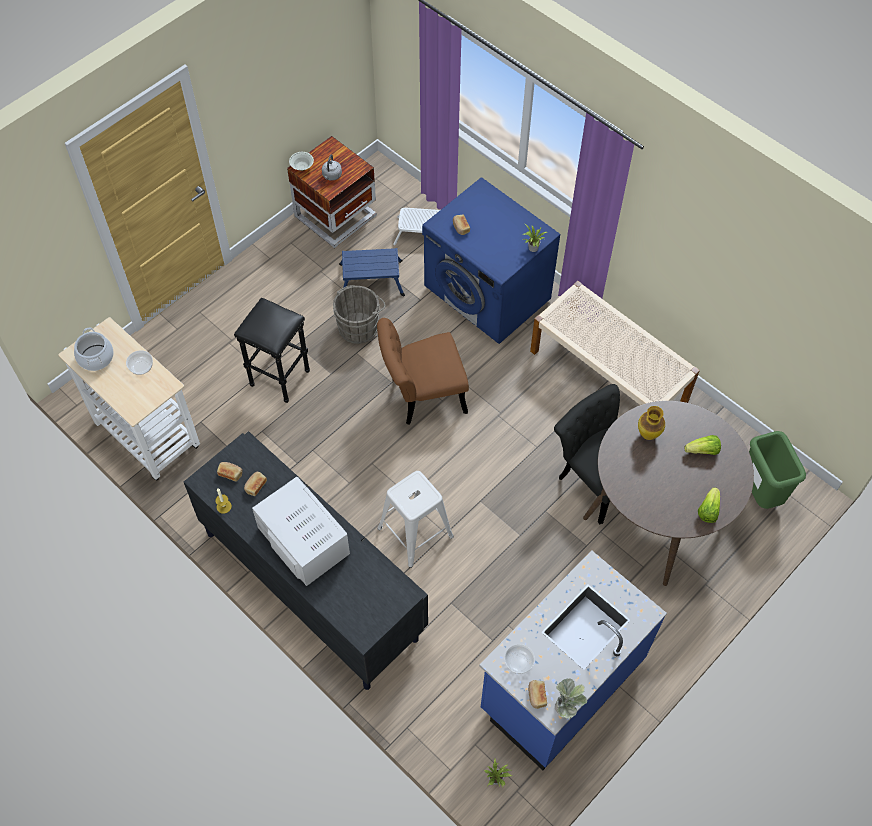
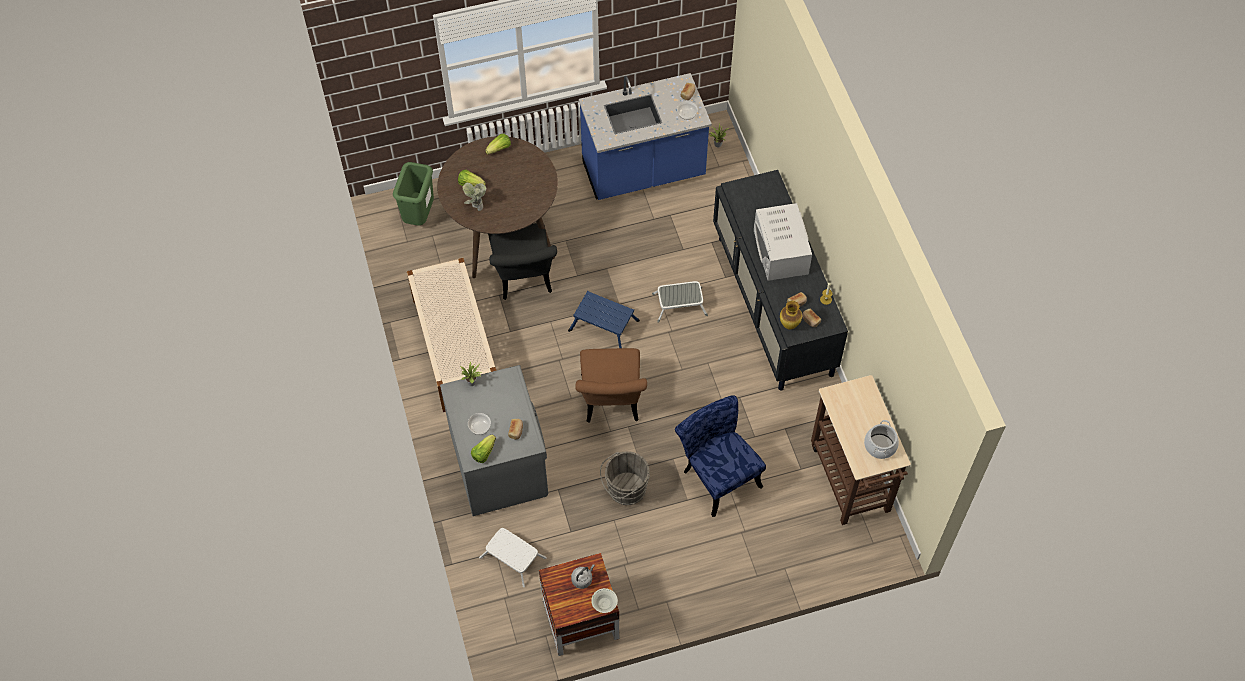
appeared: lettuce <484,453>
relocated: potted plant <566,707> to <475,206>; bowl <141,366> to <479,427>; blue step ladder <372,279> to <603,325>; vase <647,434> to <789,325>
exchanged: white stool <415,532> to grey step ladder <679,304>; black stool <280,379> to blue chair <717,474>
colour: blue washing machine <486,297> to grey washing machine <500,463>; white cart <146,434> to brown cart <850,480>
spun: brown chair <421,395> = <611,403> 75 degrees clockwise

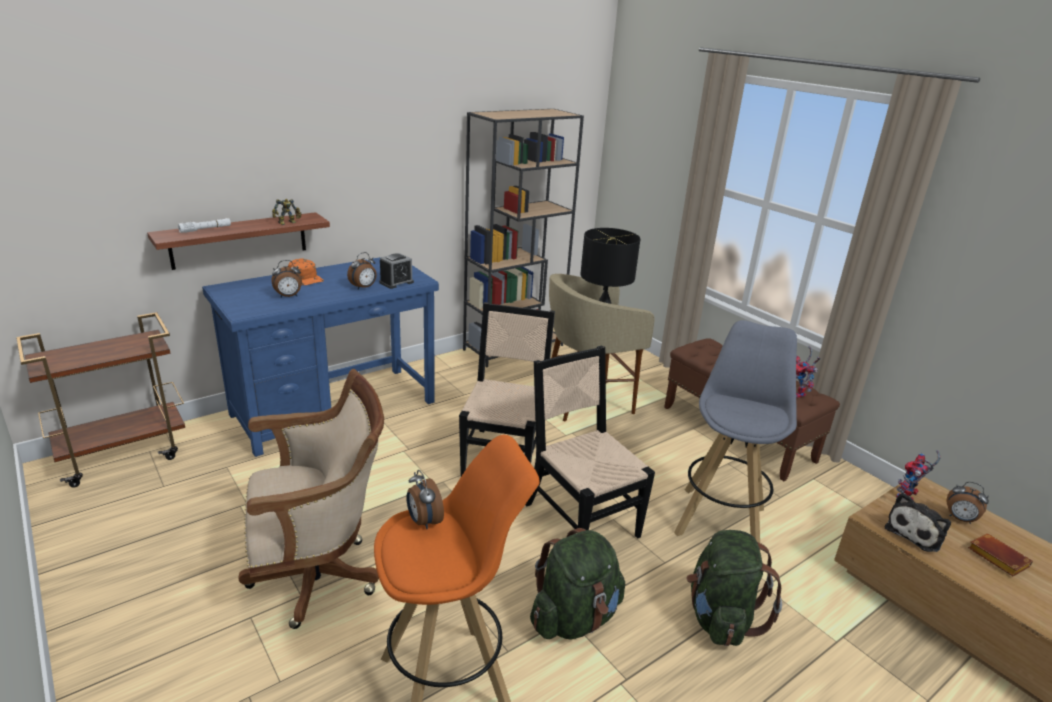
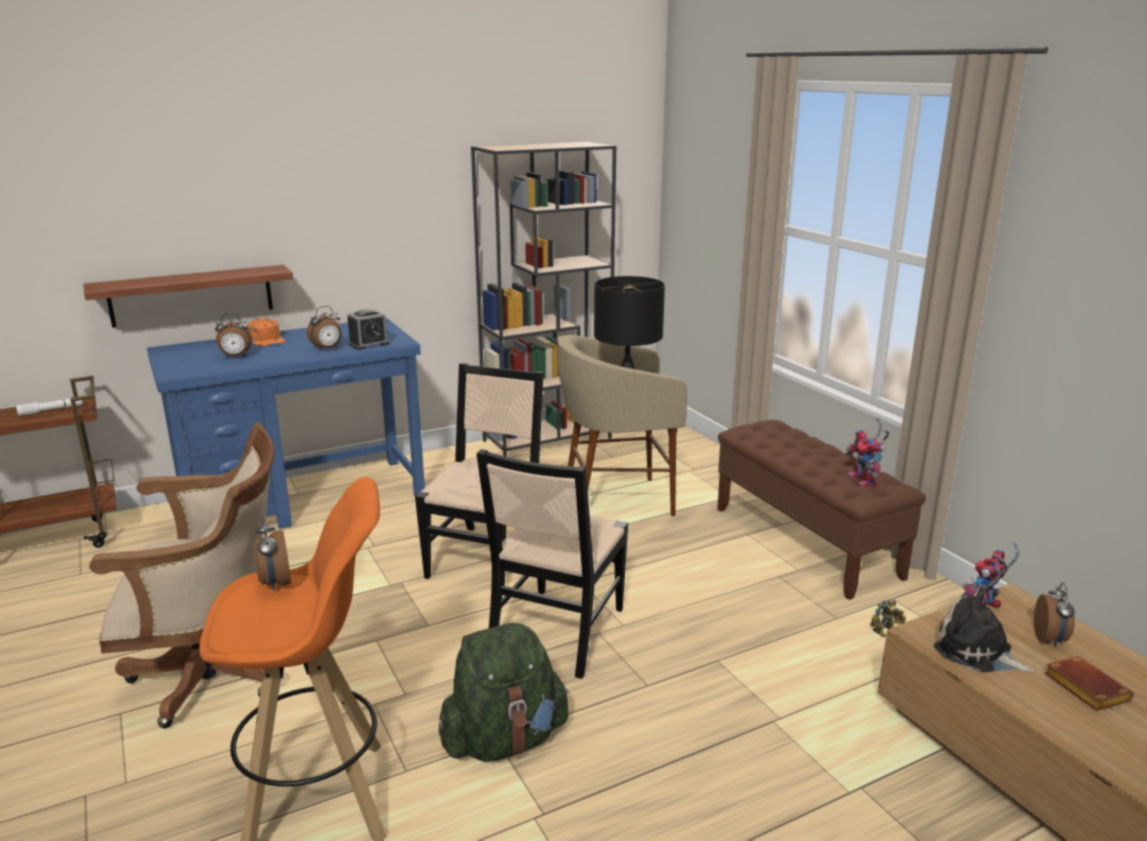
missing: grey stool <721,519>; green backpack <720,618>
relocated: white flashlight <205,229> to <51,410>; toy robot <288,223> to <886,631>
spun: chair <581,520> = <557,631> 135 degrees counterclockwise; plush toy <916,532> = <977,652> 75 degrees clockwise; alarm clock <959,519> = <1050,639> 120 degrees counterclockwise

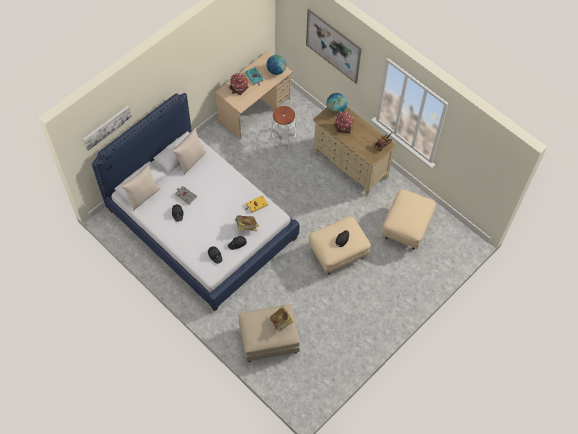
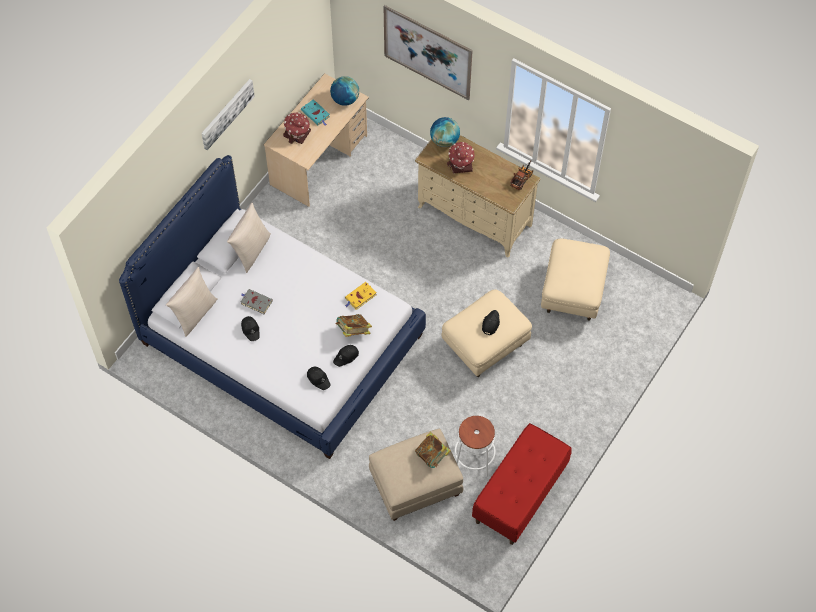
appeared: red bench <520,495>
relocated: picture <107,127> to <226,113>; white stool <283,137> to <474,458>

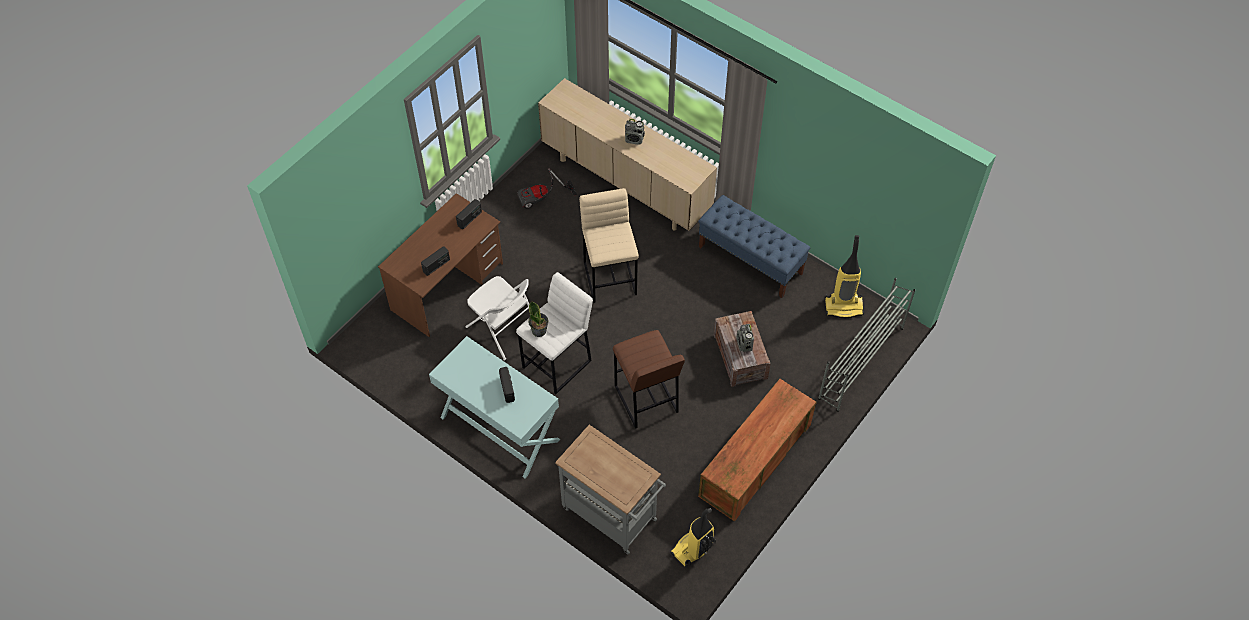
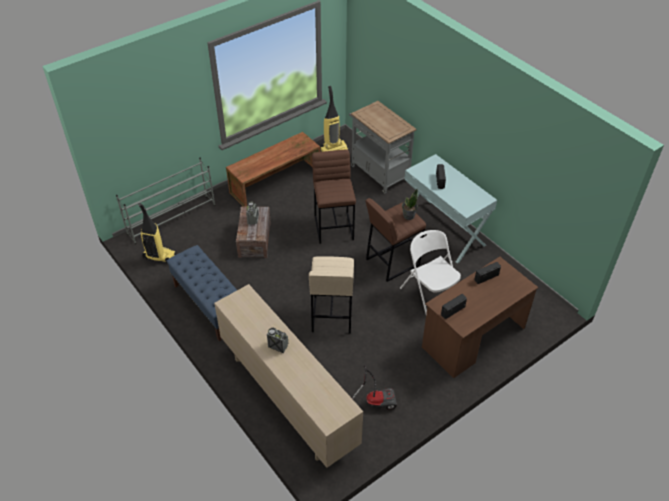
colour: white stool <558,363> to brown stool <391,262>

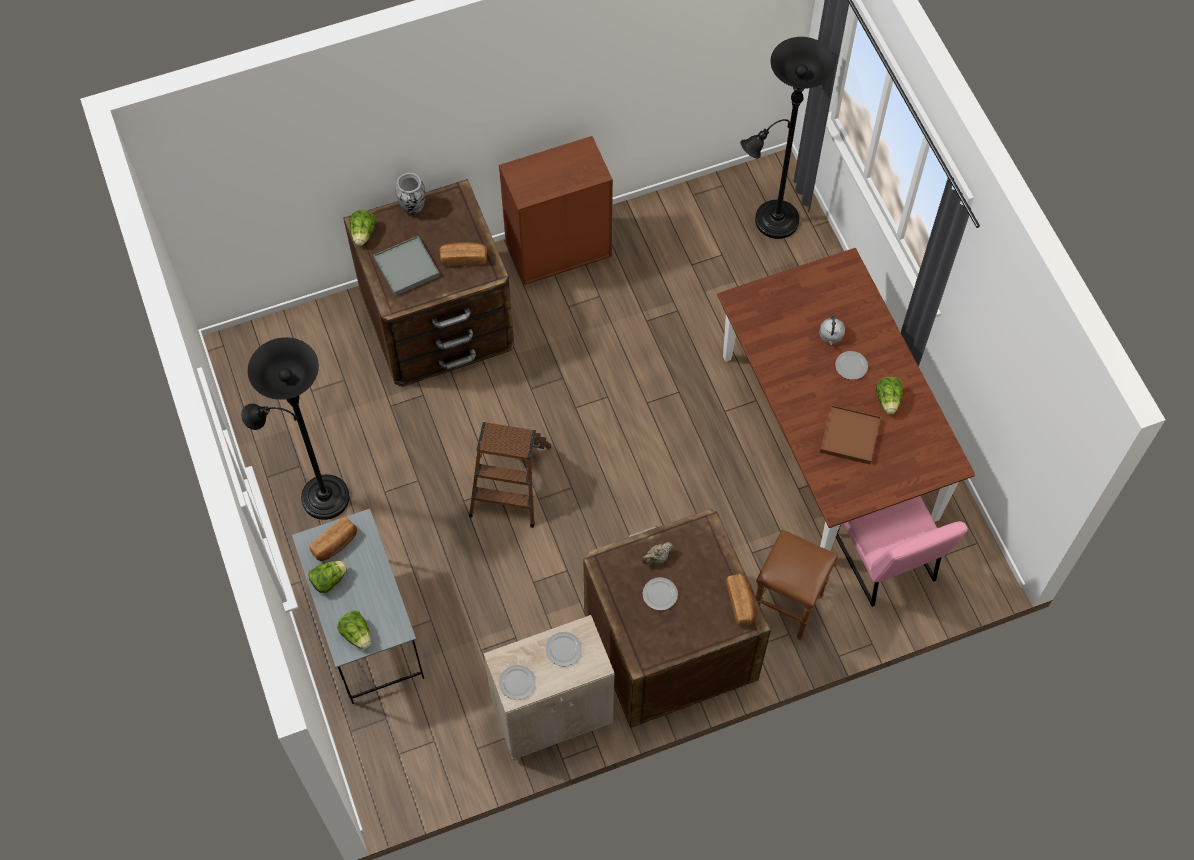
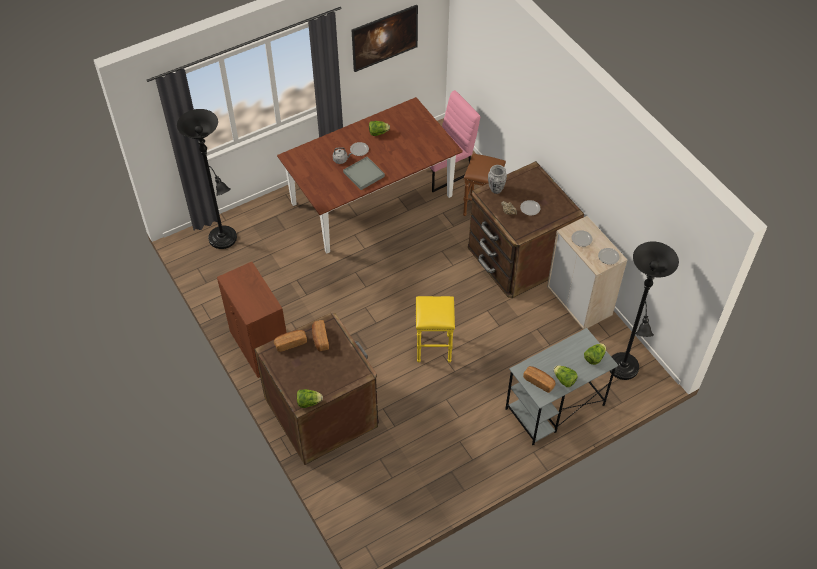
missing: brown tray <849,436>
appeared: picture <385,48>
relocated: bread <741,603> to <290,343>; grey tray <406,267> to <364,174>; vase <413,208> to <496,189>; black floor lamp <319,497> to <623,370>
exchanged: brown step ladder <510,480> to yellow stool <434,348>

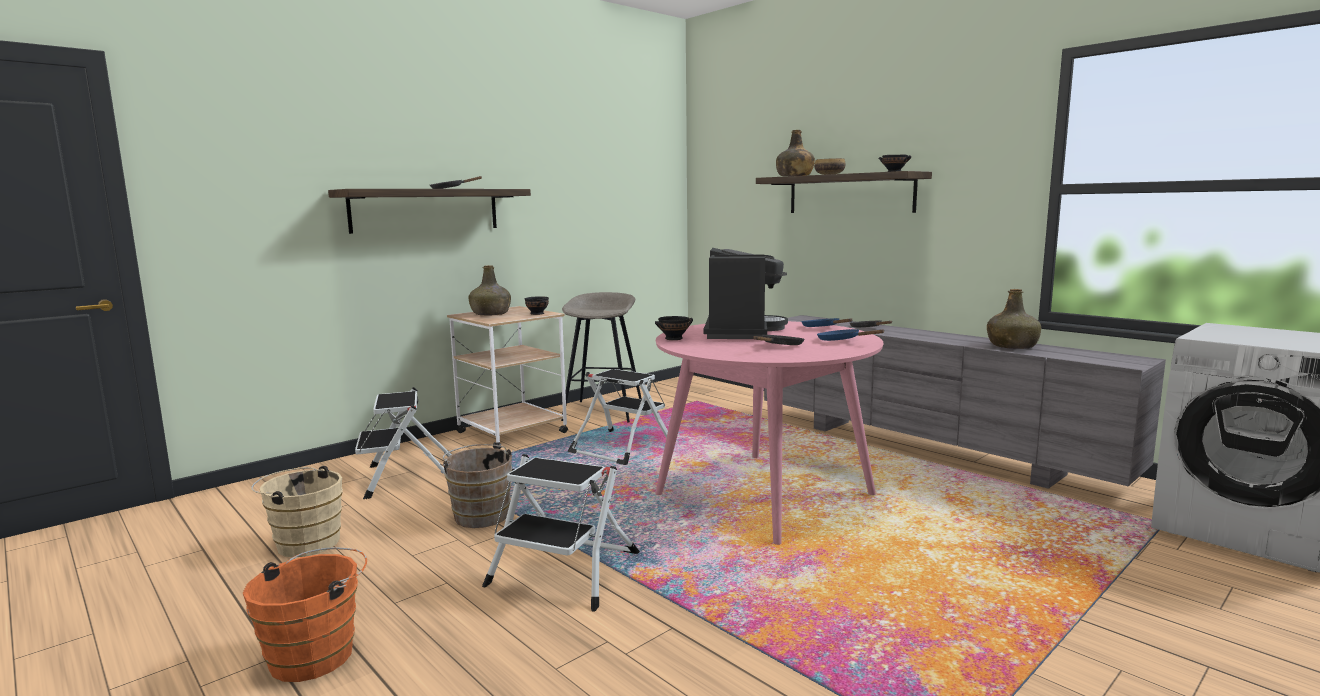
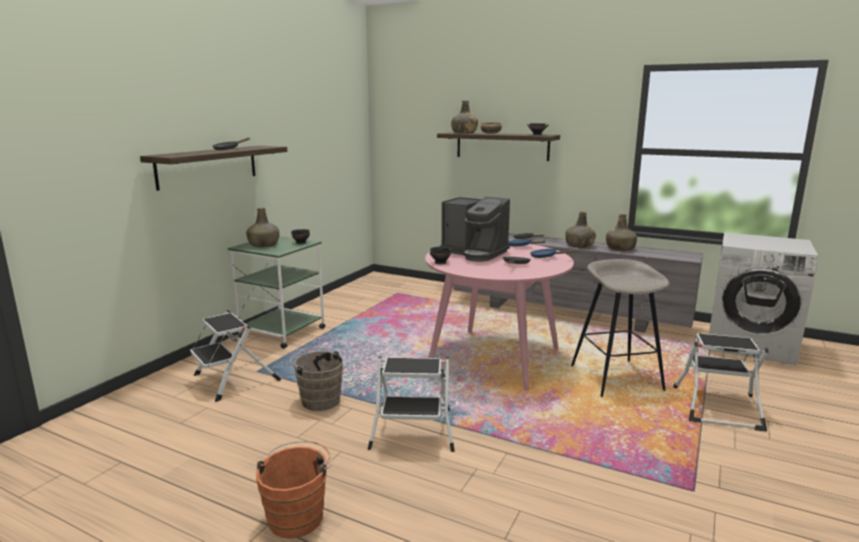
missing: beige bucket <304,543>
appeared: green bottle <579,246>
relocated: grey stool <604,411> to <616,378>; step ladder <621,447> to <718,406>
colour: beige cart <513,431> to green cart <283,332>
spun: coffee machine <740,332> = <475,253> 135 degrees clockwise

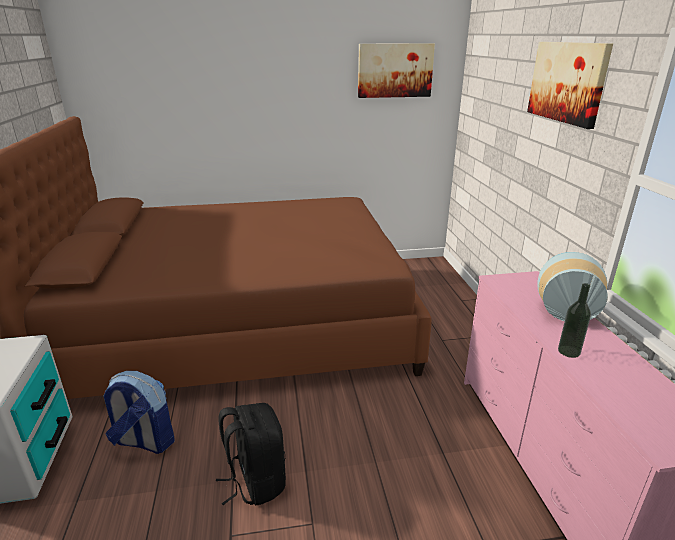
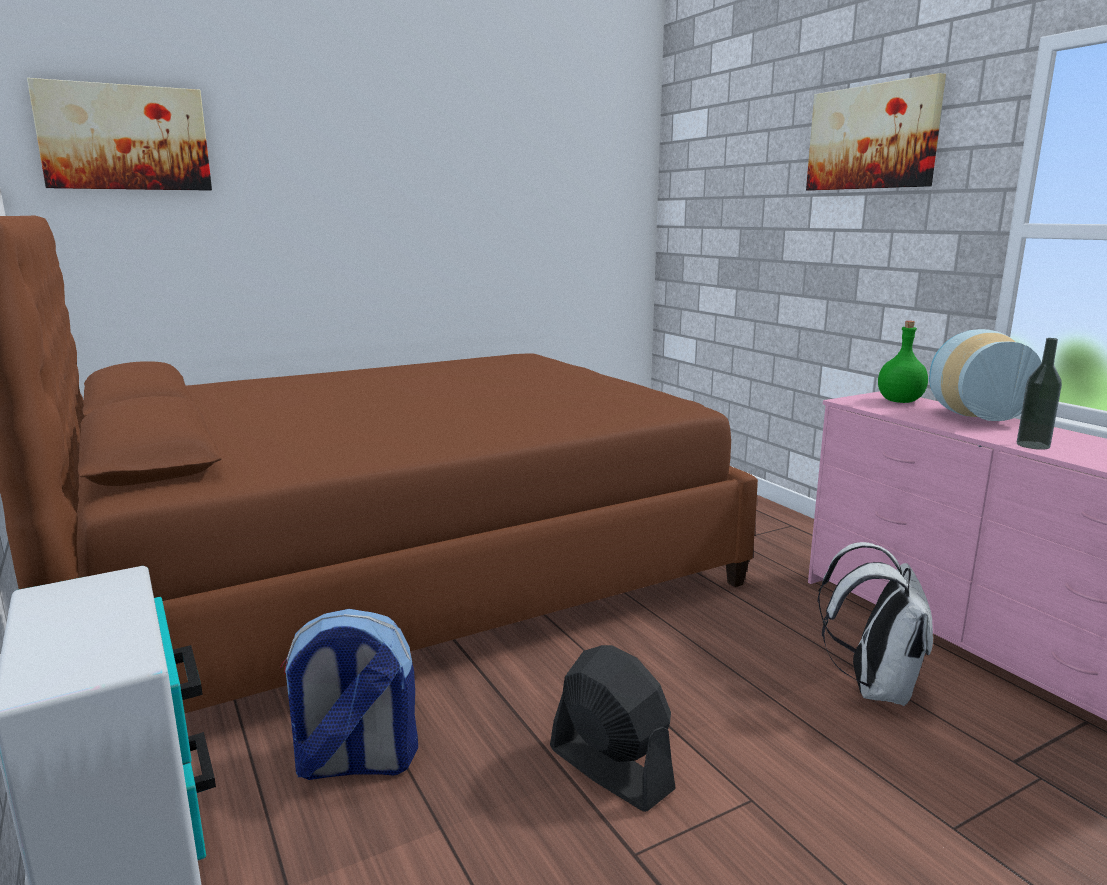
appeared: white backpack <873,687>; green bottle <900,401>
relocated: picture <395,70> to <124,138>
exchanged: black backpack <255,481> to black fan <610,768>

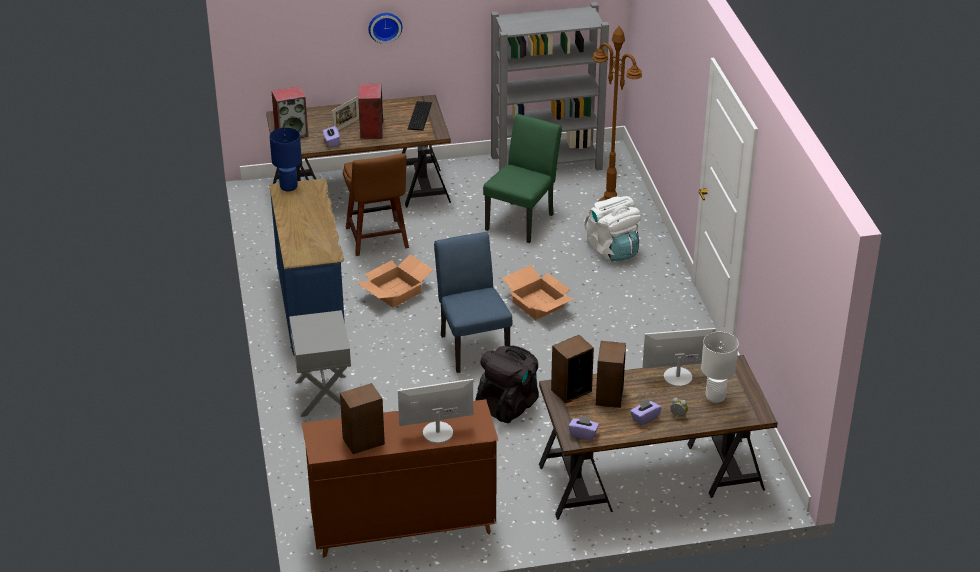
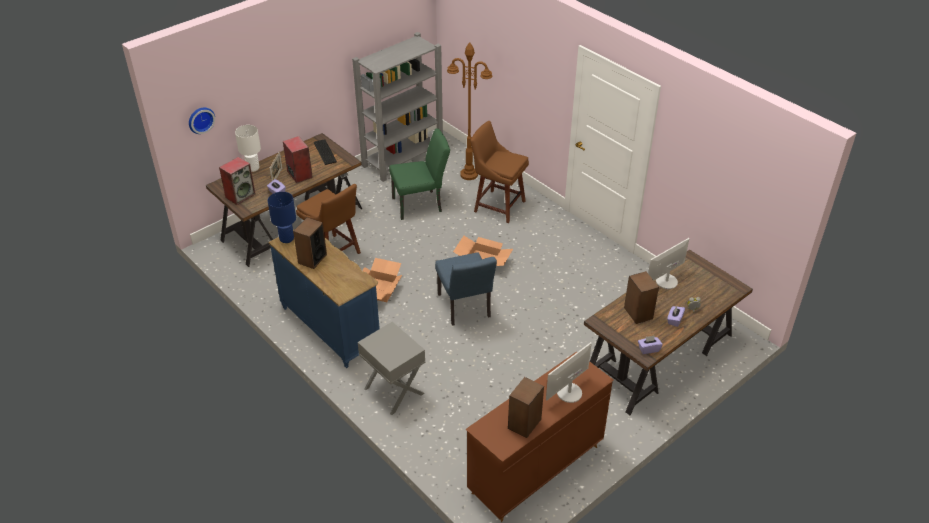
missing: black backpack <509,405>
relocated: wall clock <384,26> to <200,119>; white table lamp <715,398> to <253,169>; speaker <571,390> to <312,259>
exchanged: white backpack <612,250> to brown stool <497,205>
spun: green chair <522,219> = <421,204> 75 degrees clockwise; blue chair <472,345> = <465,309> 150 degrees counterclockwise

